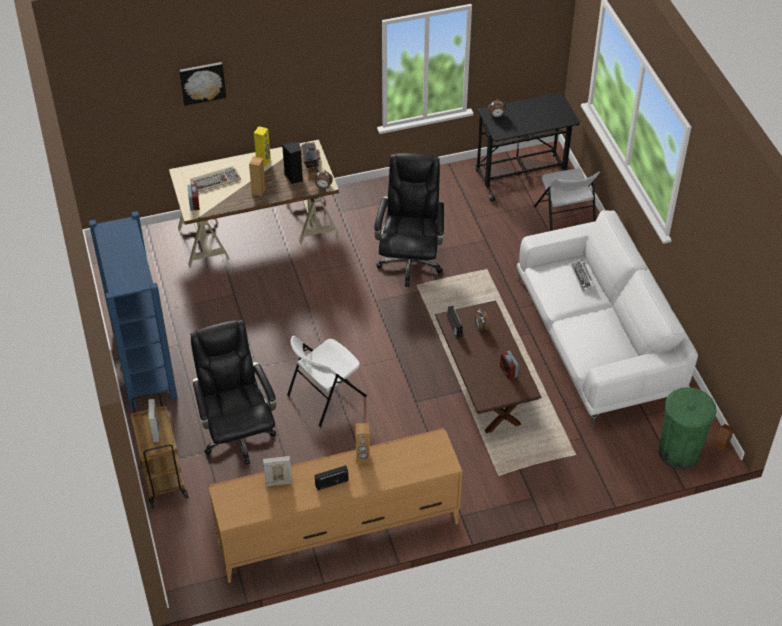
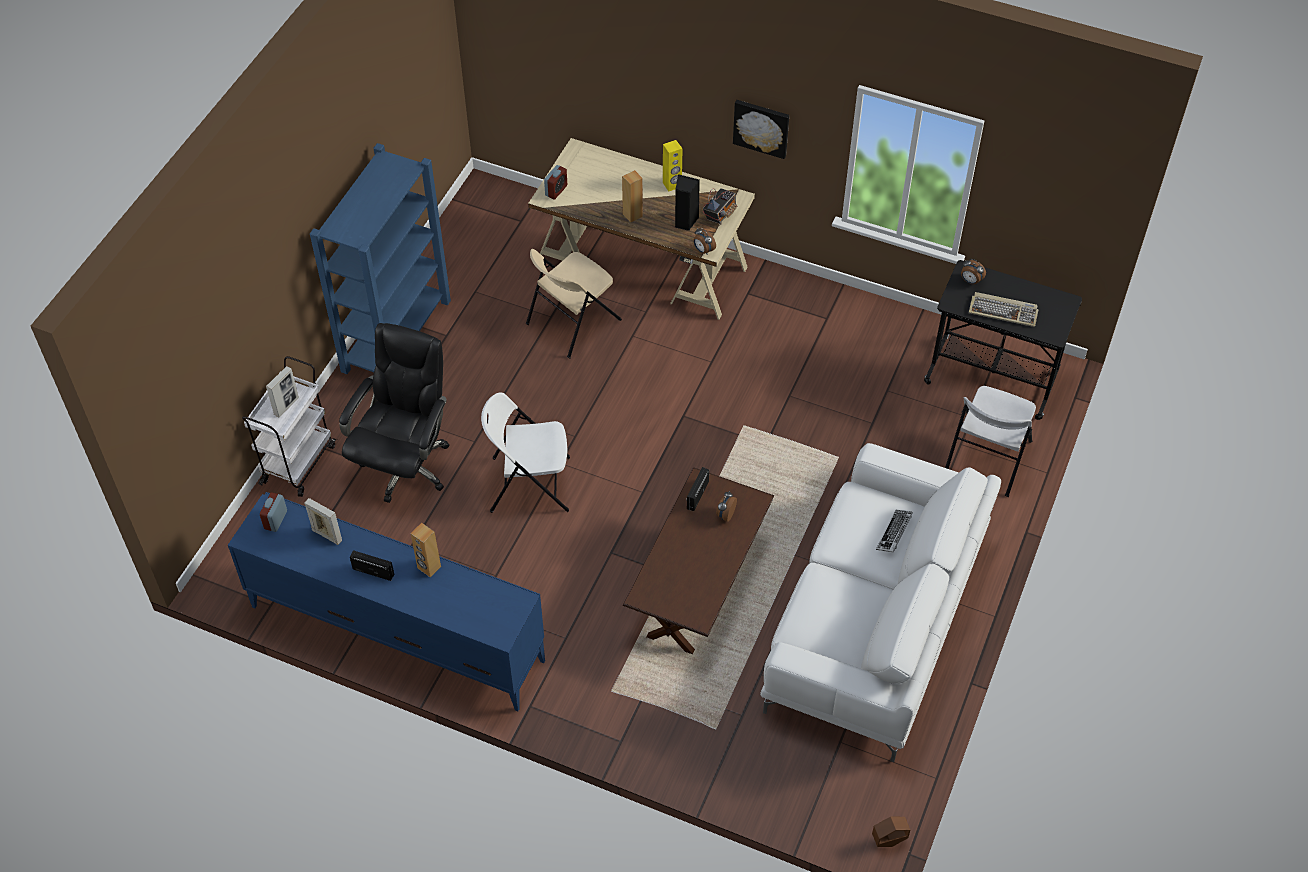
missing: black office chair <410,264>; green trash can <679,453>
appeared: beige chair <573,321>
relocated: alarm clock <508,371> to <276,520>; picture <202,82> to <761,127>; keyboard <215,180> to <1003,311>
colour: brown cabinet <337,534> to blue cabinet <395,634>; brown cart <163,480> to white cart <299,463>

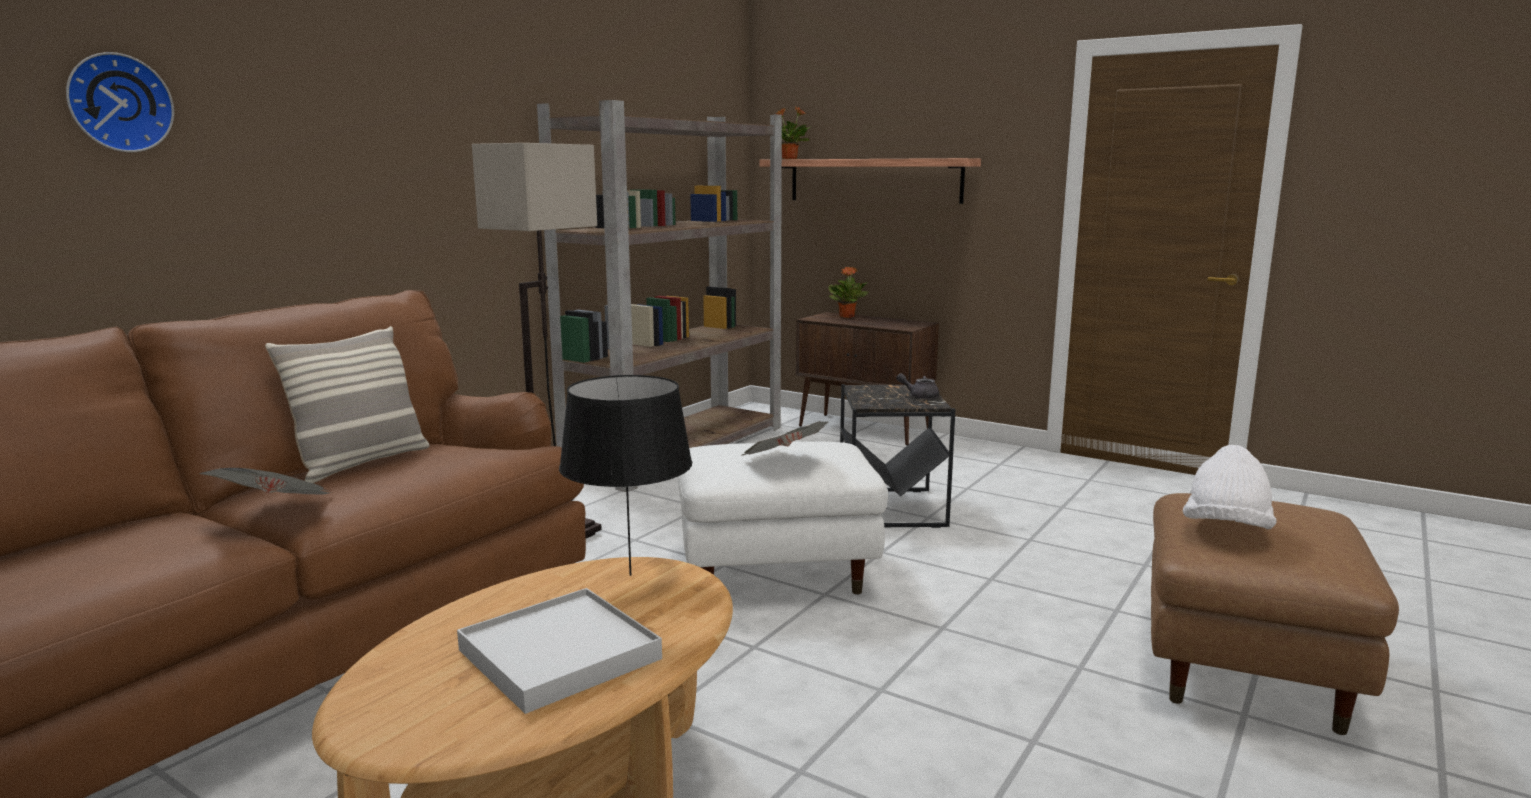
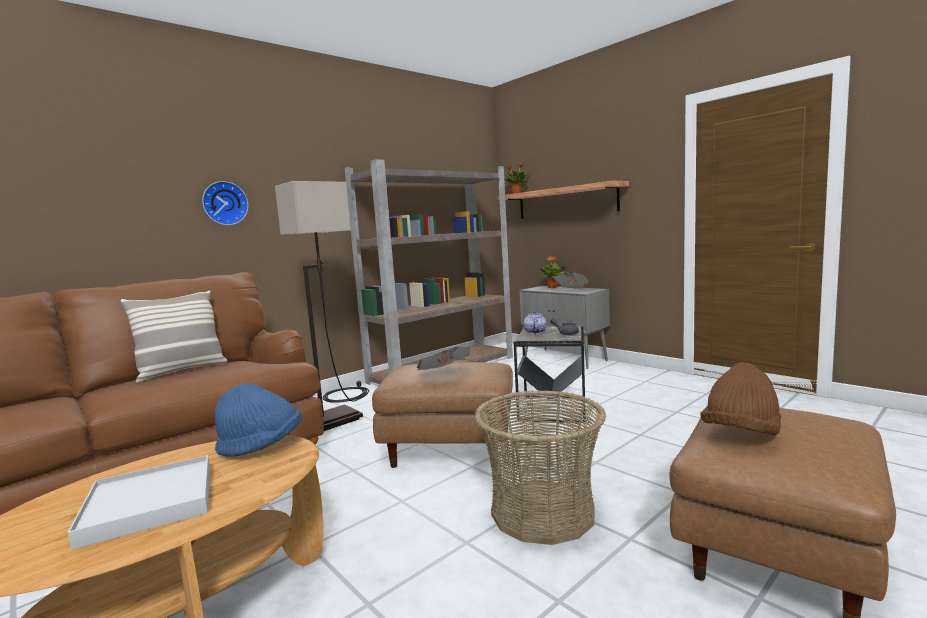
appeared: basket <543,512>; teapot <535,332>
relocated: wall clock <118,103> to <224,203>; newspaper <277,512> to <572,290>
exchanged: black table lamp <629,575> to blue hat <262,447>
colour: white ottoman <778,573> to brown ottoman <451,449>; brown cabinet <865,430> to grey cabinet <565,358>; white hat <1226,530> to brown hat <741,434>

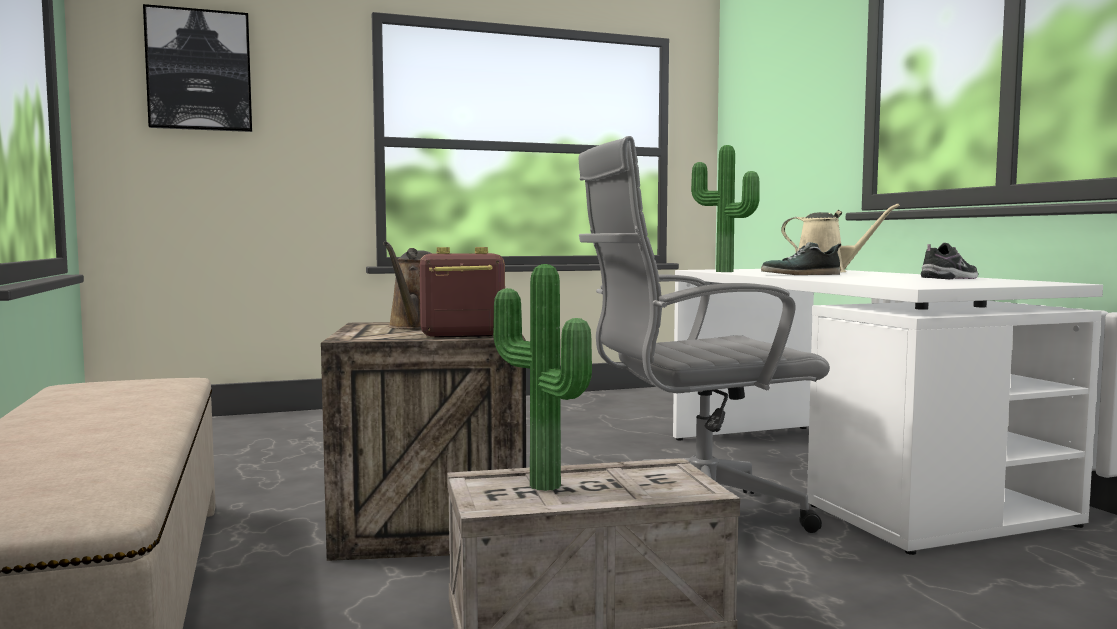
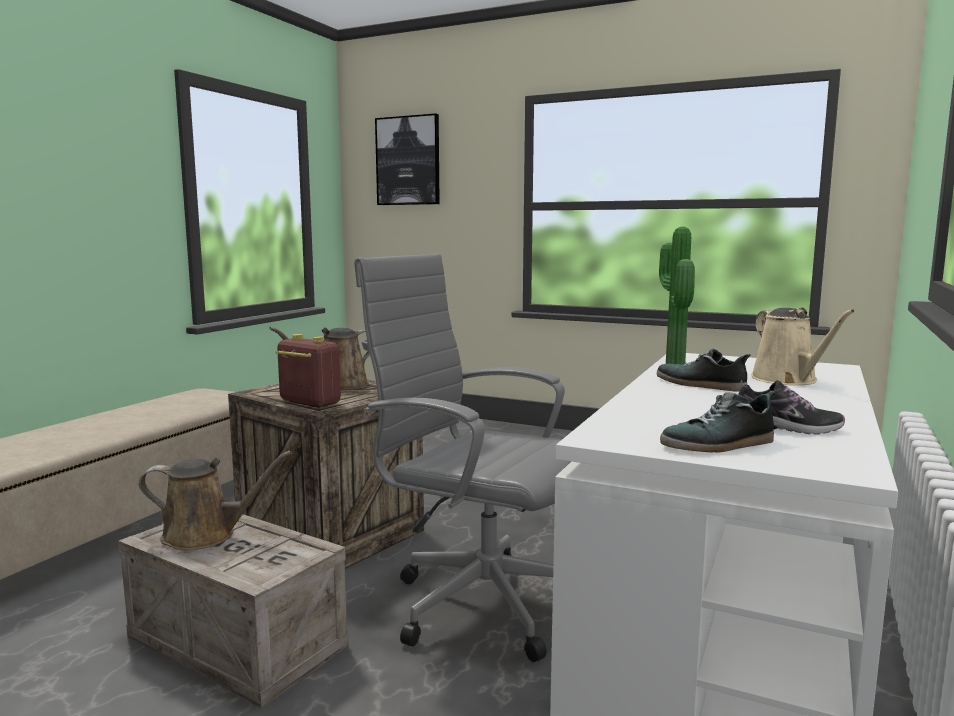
appeared: shoe <719,444>
exchanged: potted plant <540,487> to brown watering can <206,535>

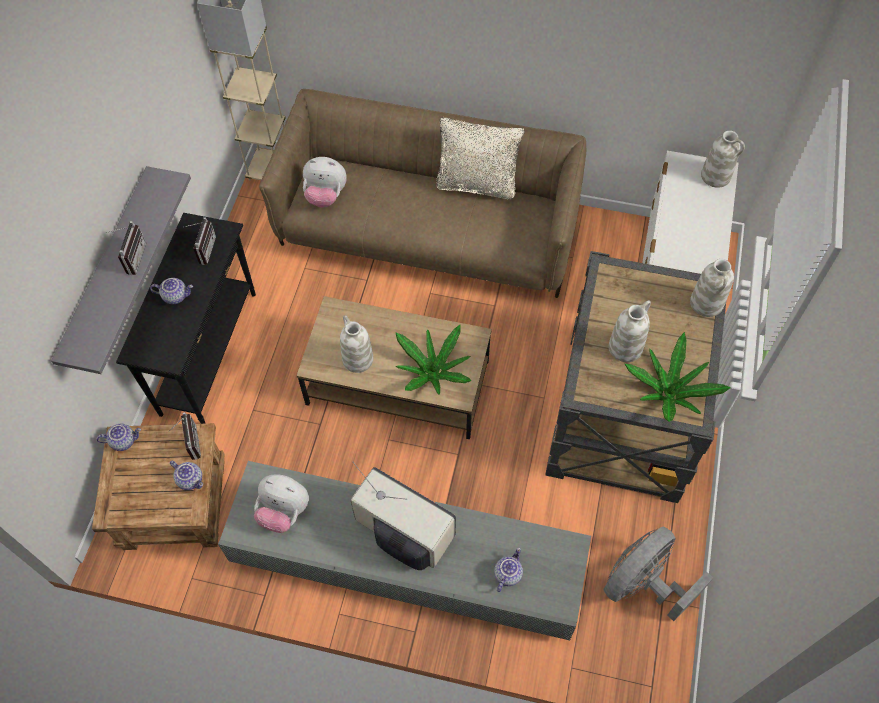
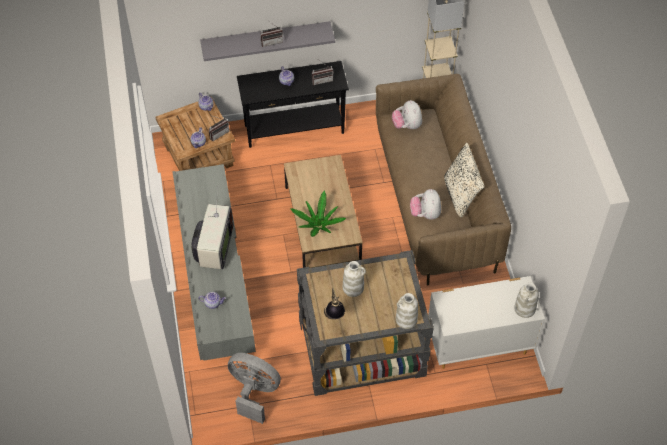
missing: white vase <357,359>
relocated: plush toy <284,511> to <425,214>
exchanged: potted plant <669,393> to table lamp <334,318>

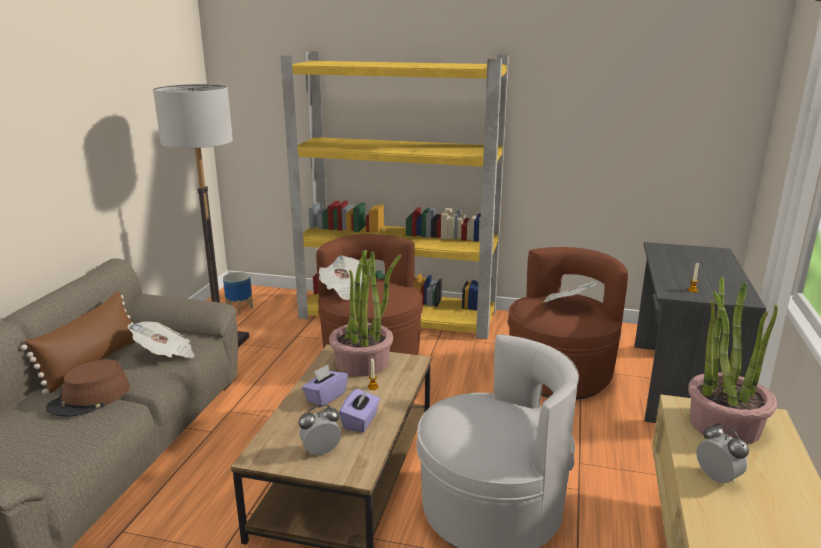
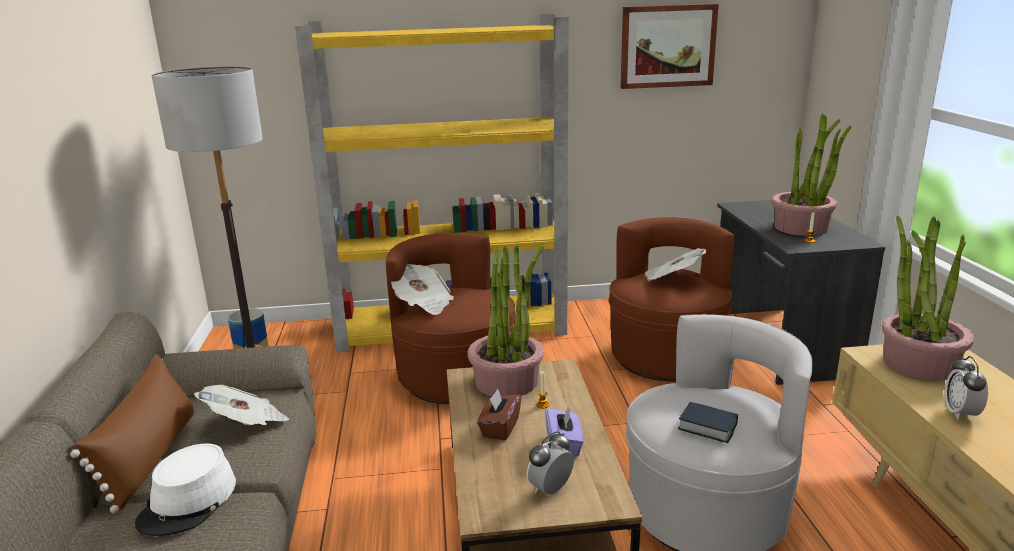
appeared: picture <667,46>; book <707,427>; potted plant <801,228>
colour: brown hat <90,398> to white hat <188,502>; purple tissue box <325,397> to brown tissue box <500,428>
spun: alarm clock <717,478> = <960,413> 120 degrees counterclockwise

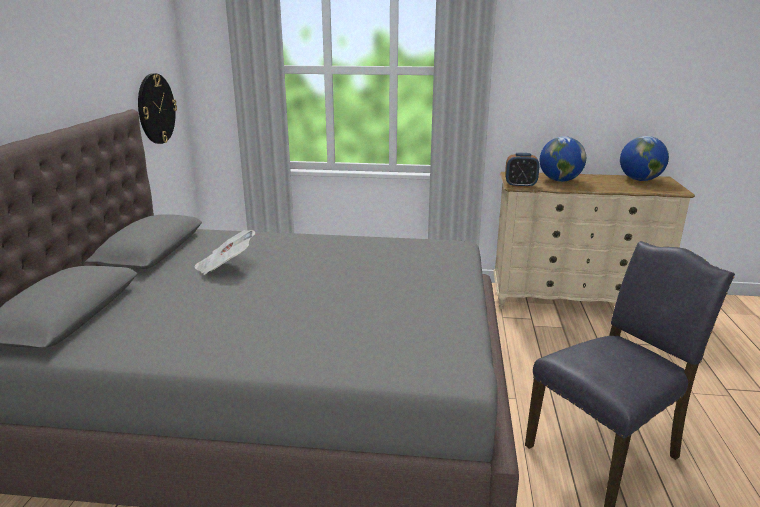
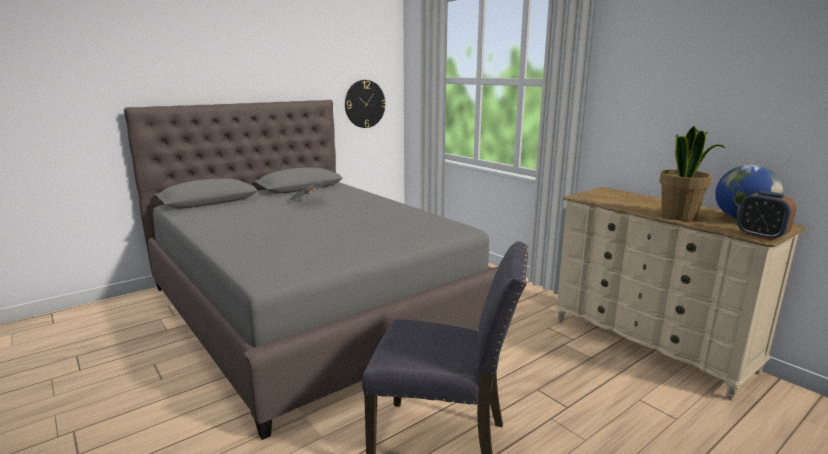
missing: globe <559,180>
appeared: potted plant <679,216>
relocated: alarm clock <520,185> to <761,236>

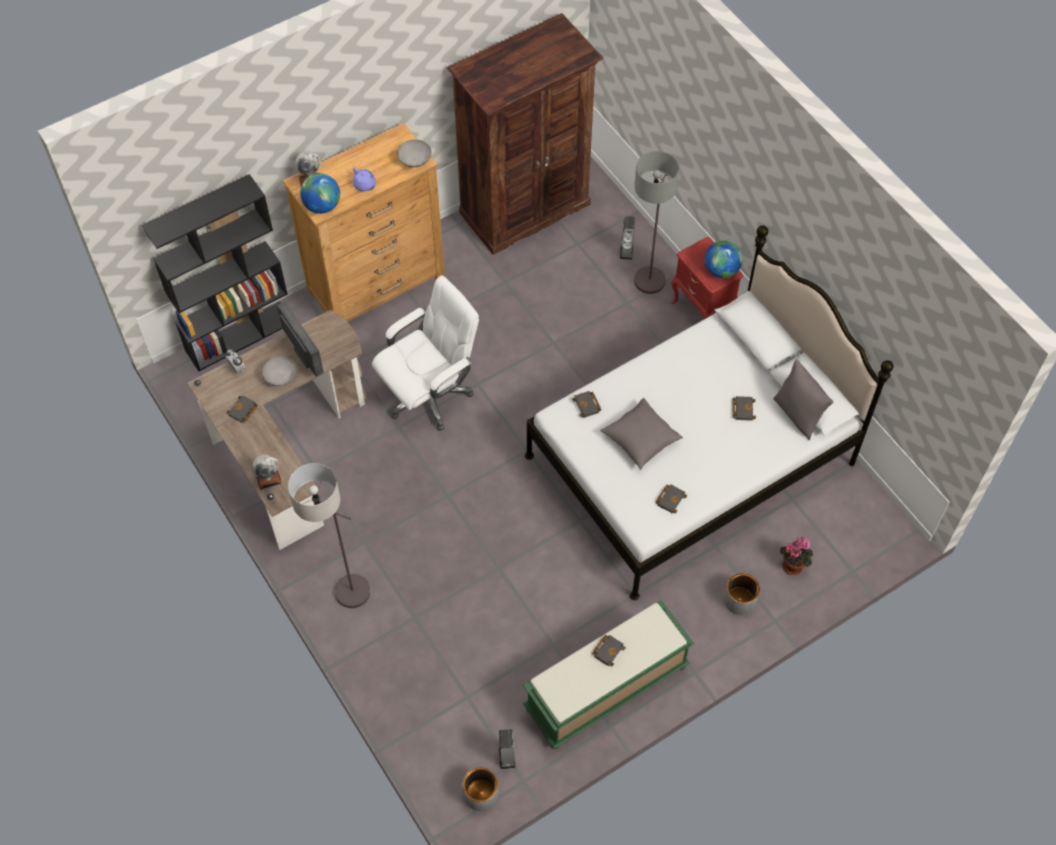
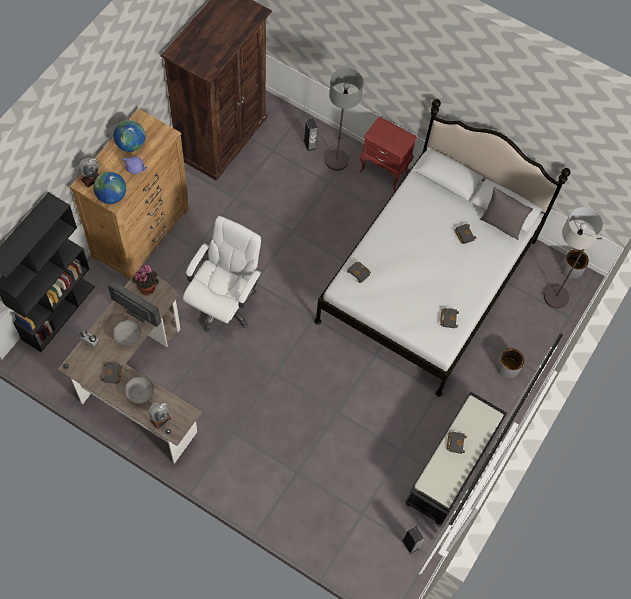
missing: grey pillow <640,440>
relocated: globe <721,270> to <131,144>; grey bowl <415,161> to <140,394>; potted plant <793,565> to <148,287>; grey floor lamp <342,588> to <548,297>; grey planter <481,794> to <572,269>
colour: green bench <606,689> to black bench <452,467>

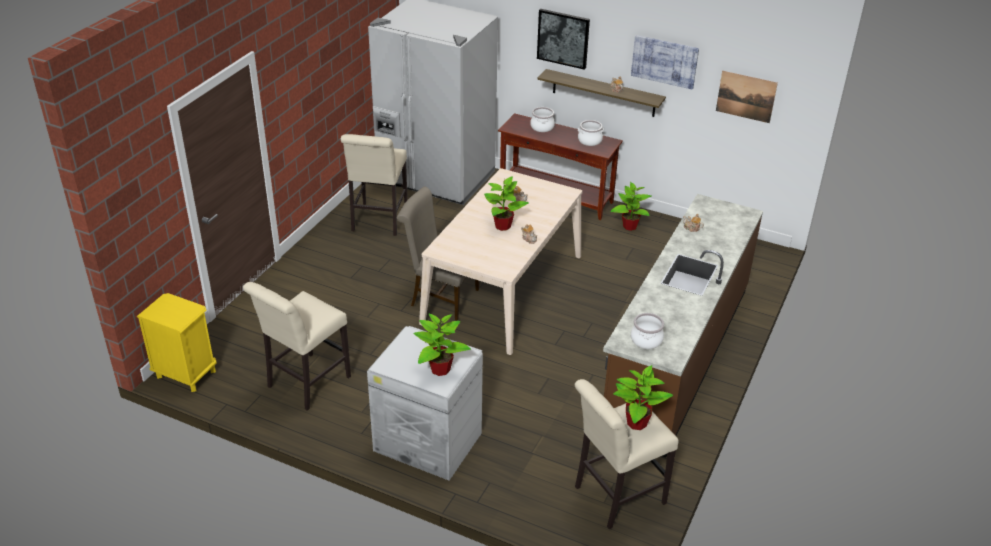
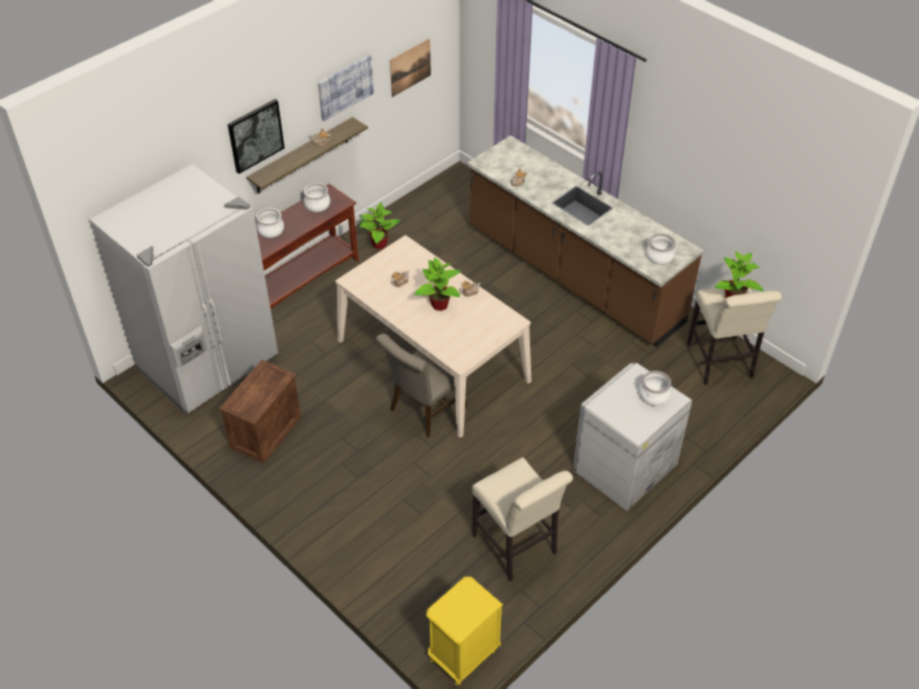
exchanged: beige stool <378,221> to crate <266,433>; potted plant <439,369> to cooking pot <653,395>

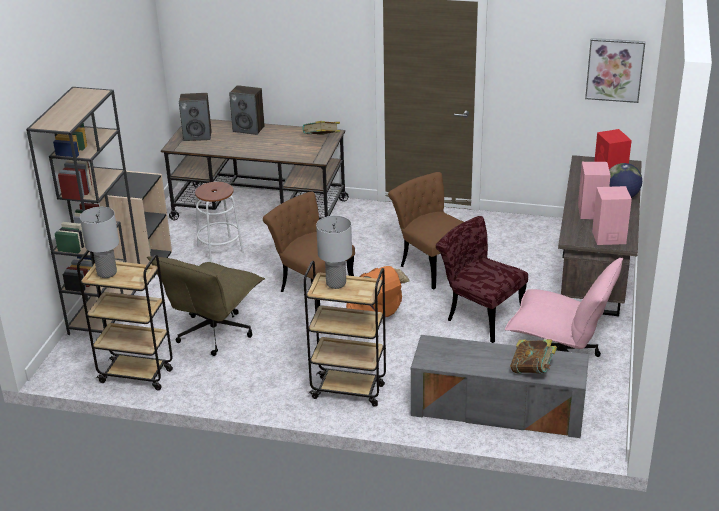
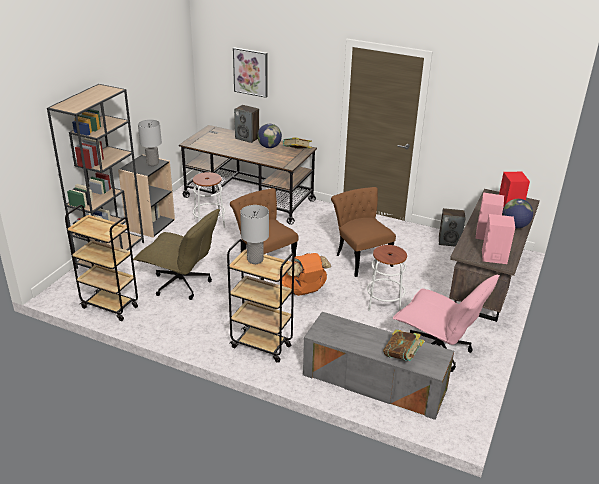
appeared: globe <269,147>
relocated: grey table lamp <107,274> to <152,164>; picture <614,69> to <251,72>; speaker <198,136> to <449,241>
exchanged: red chair <479,315> to white stool <384,303>
spun: beige office chair <215,332> = <180,283> 105 degrees counterclockwise

